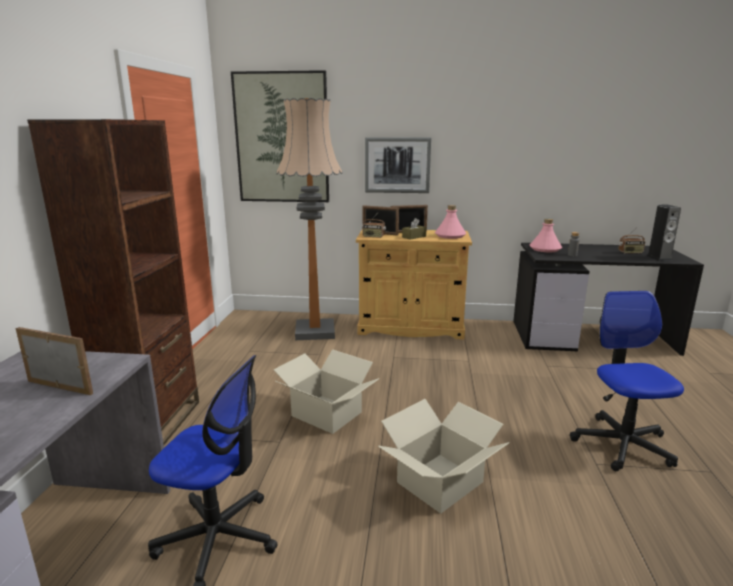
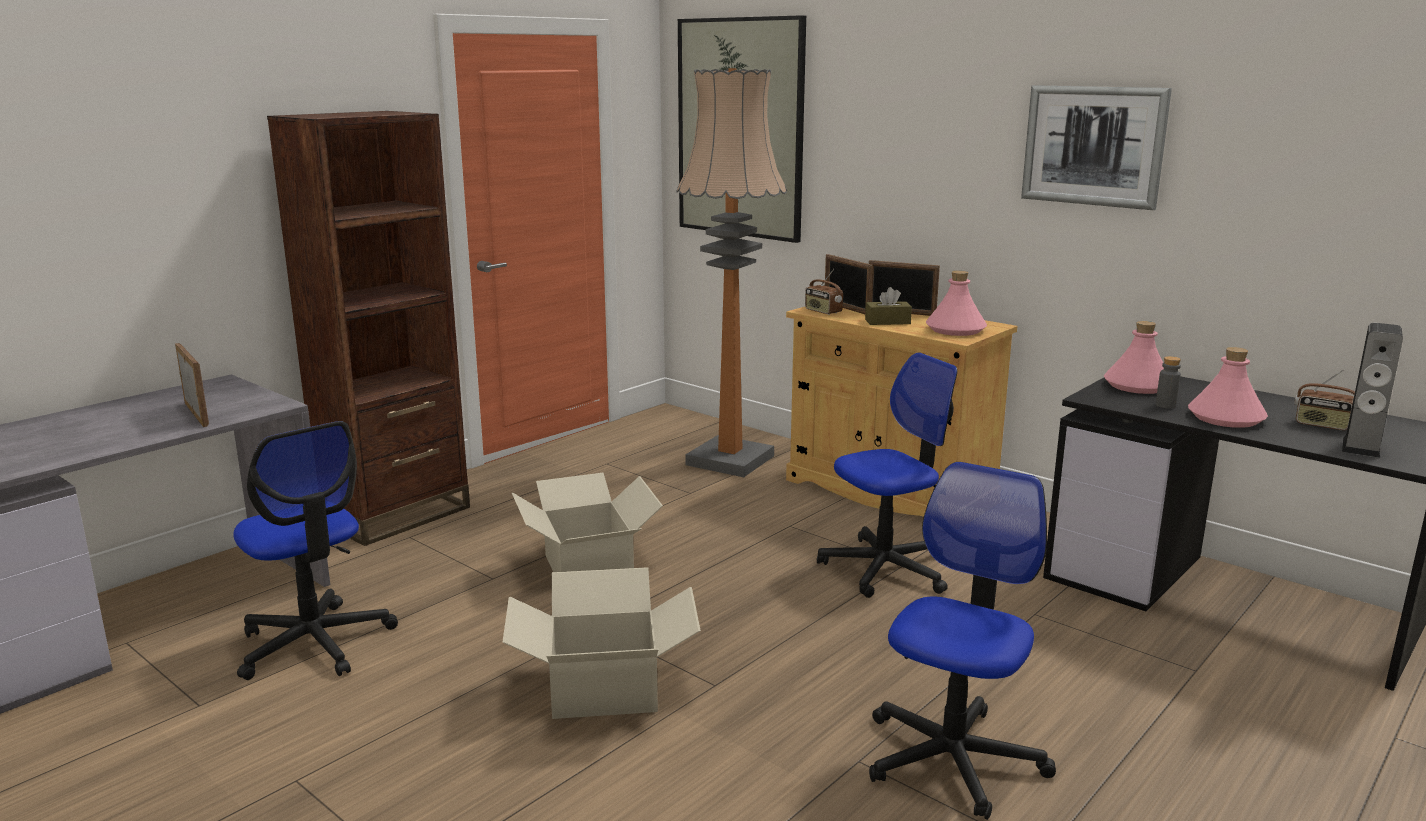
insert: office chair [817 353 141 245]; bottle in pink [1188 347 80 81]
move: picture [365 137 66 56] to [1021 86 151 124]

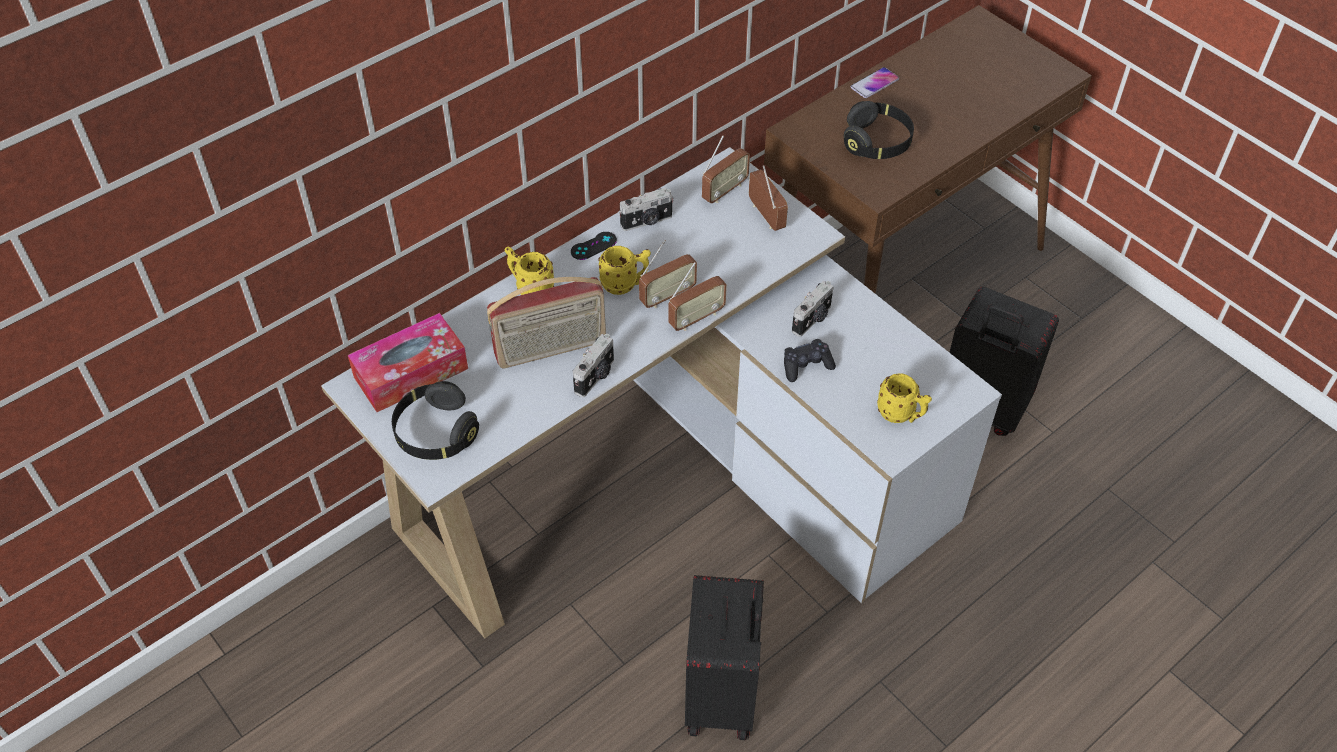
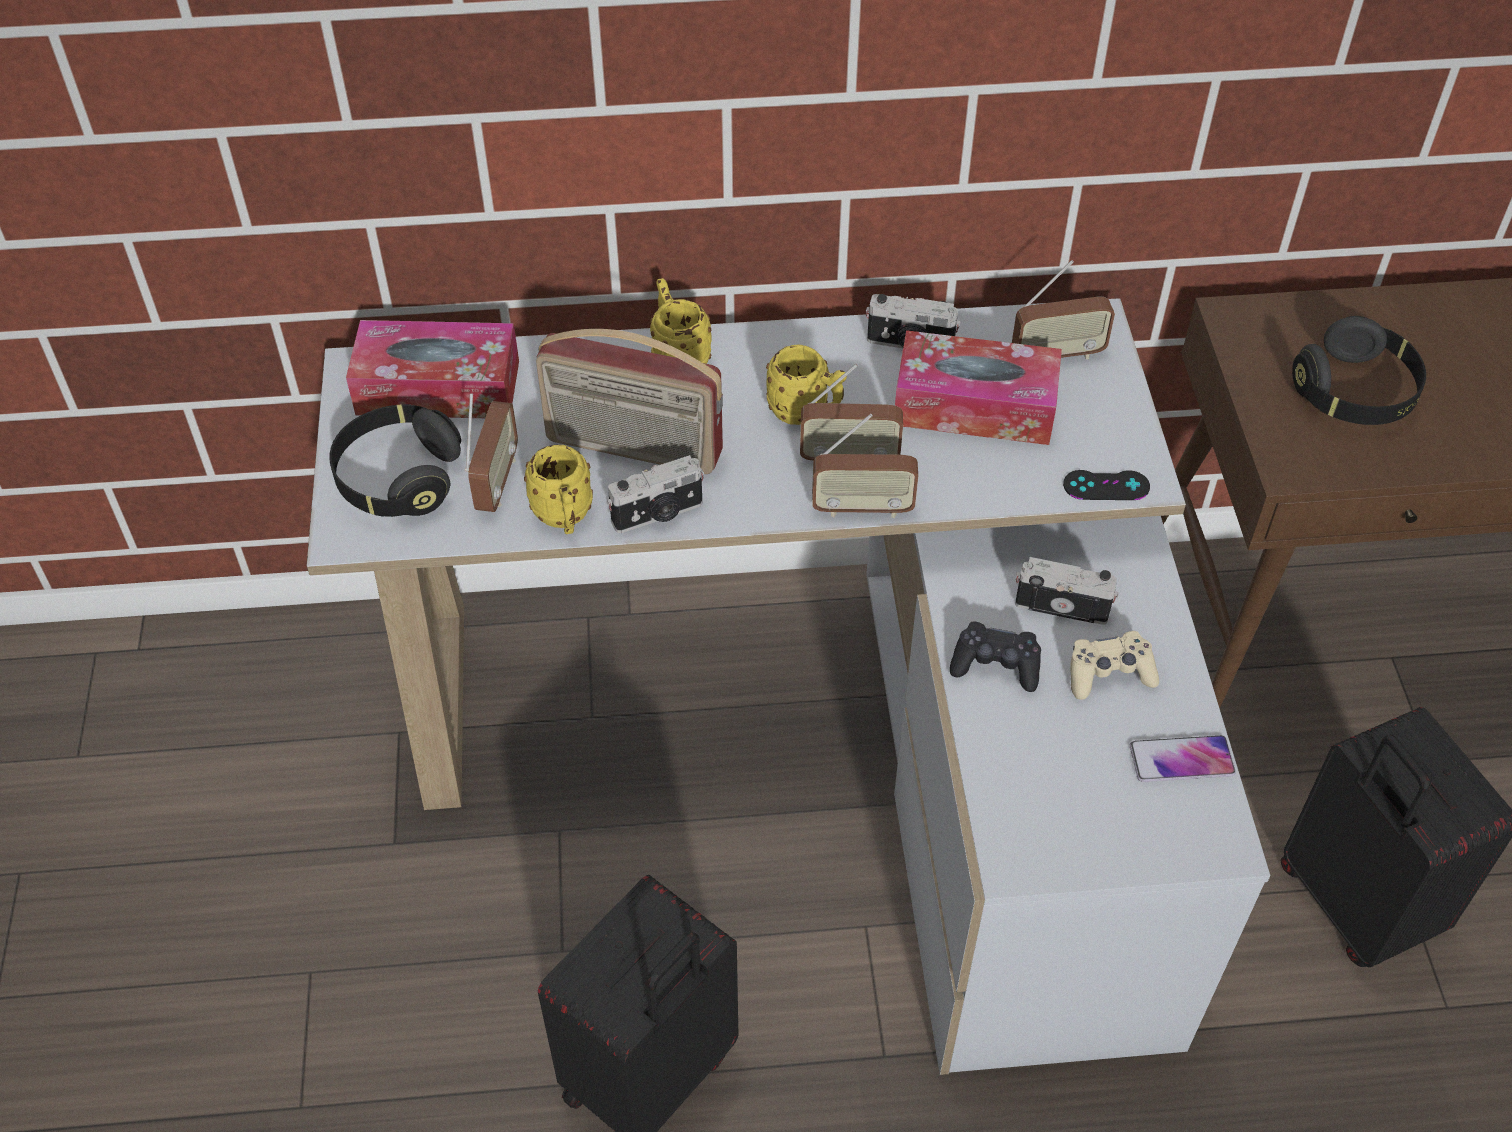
insert: tissue box [895 330 167 115]; game controller in beige [1070 631 89 69]
move: game controller in black [571 232 46 28] to [1063 470 87 30]; radio [749 165 39 66] to [465 393 53 119]; phone [851 67 48 31] to [1130 735 106 47]; mug in yellow [877 373 55 50] to [524 445 69 89]
rotate: photo camera [792 281 42 56] = [1015 557 104 68] 150 degrees counterclockwise

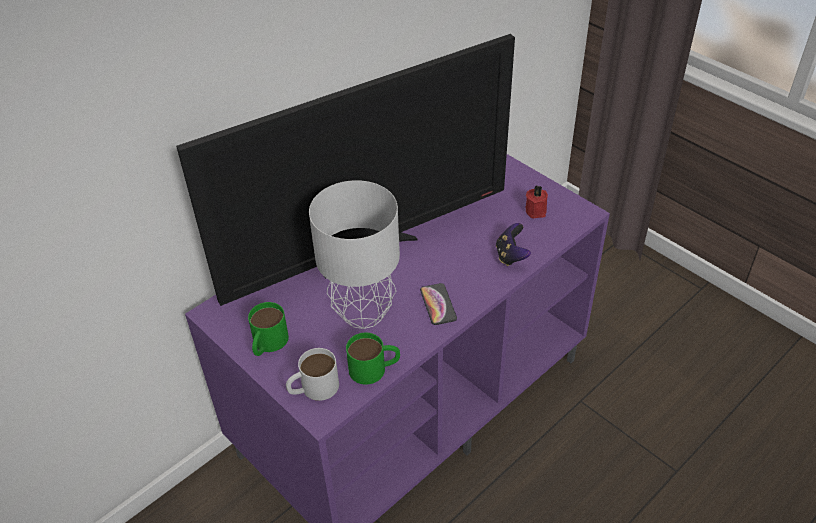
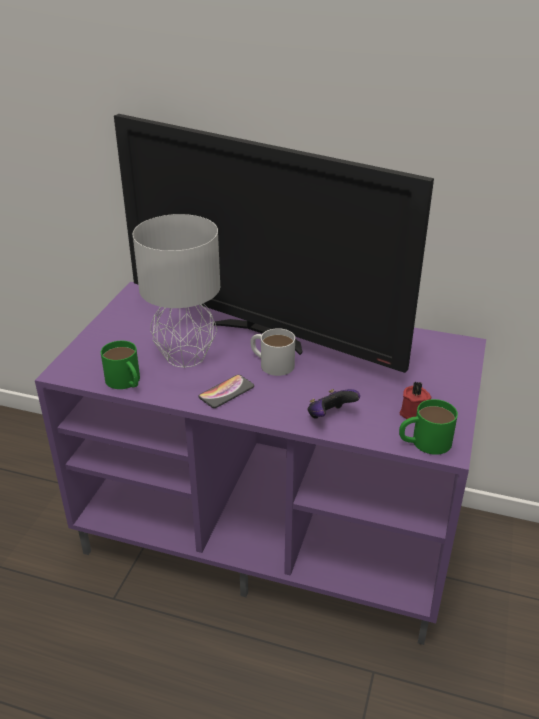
move: mug in green [248 302 41 54] to [399 399 59 56]; mug in white [286 348 53 53] to [251 328 44 48]

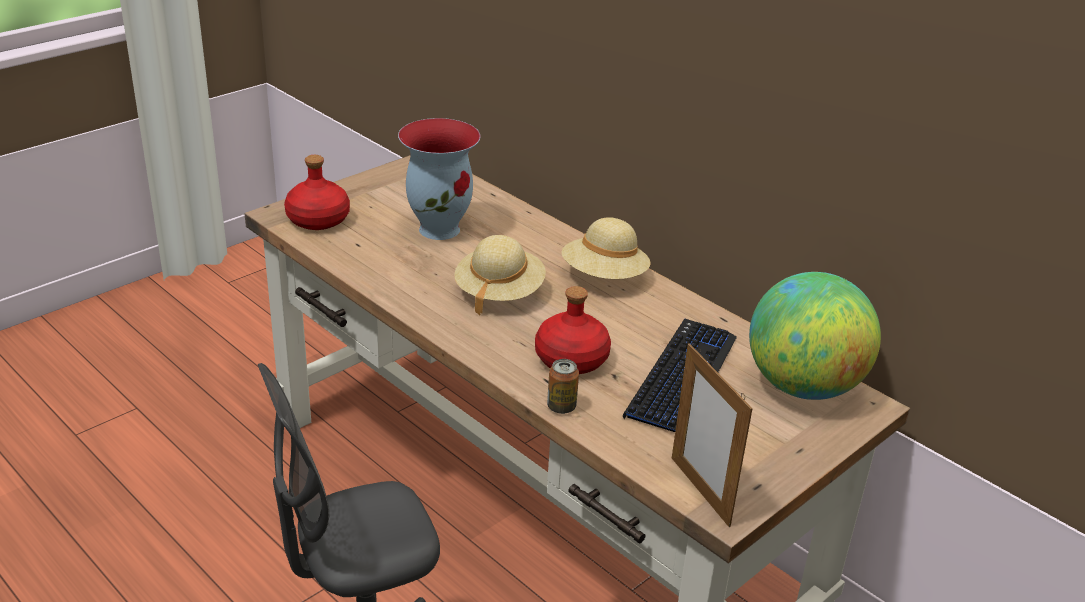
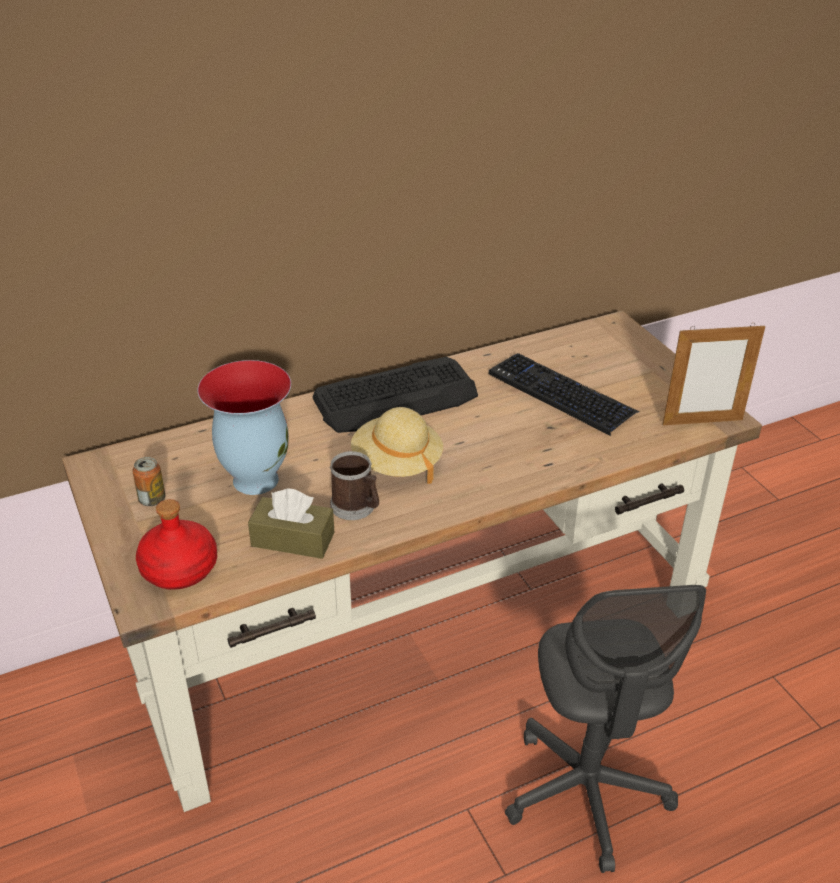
delete: bottle in red [535 286 76 88]; globe [749 272 132 128]
insert: tissue box in brown [248 488 86 71]; mug [330 451 49 69]
move: can [547 359 32 55] to [132 457 33 49]
replace: hat in beige [562 217 89 62] to keyboard [313 357 165 76]

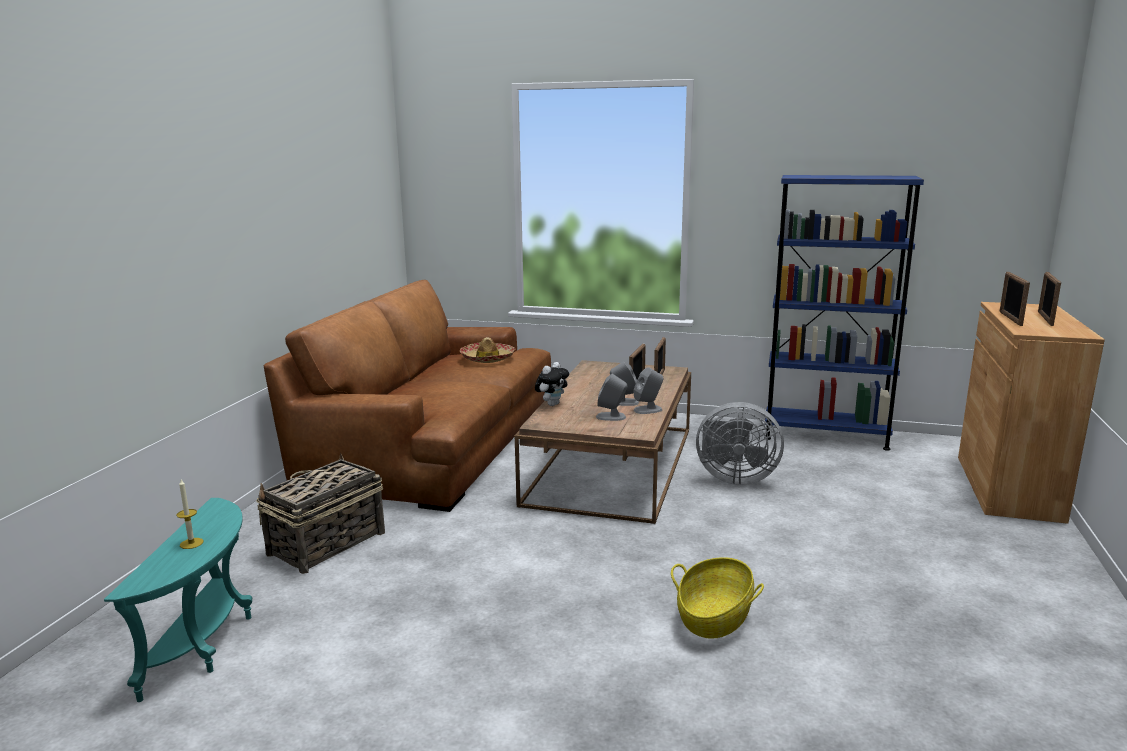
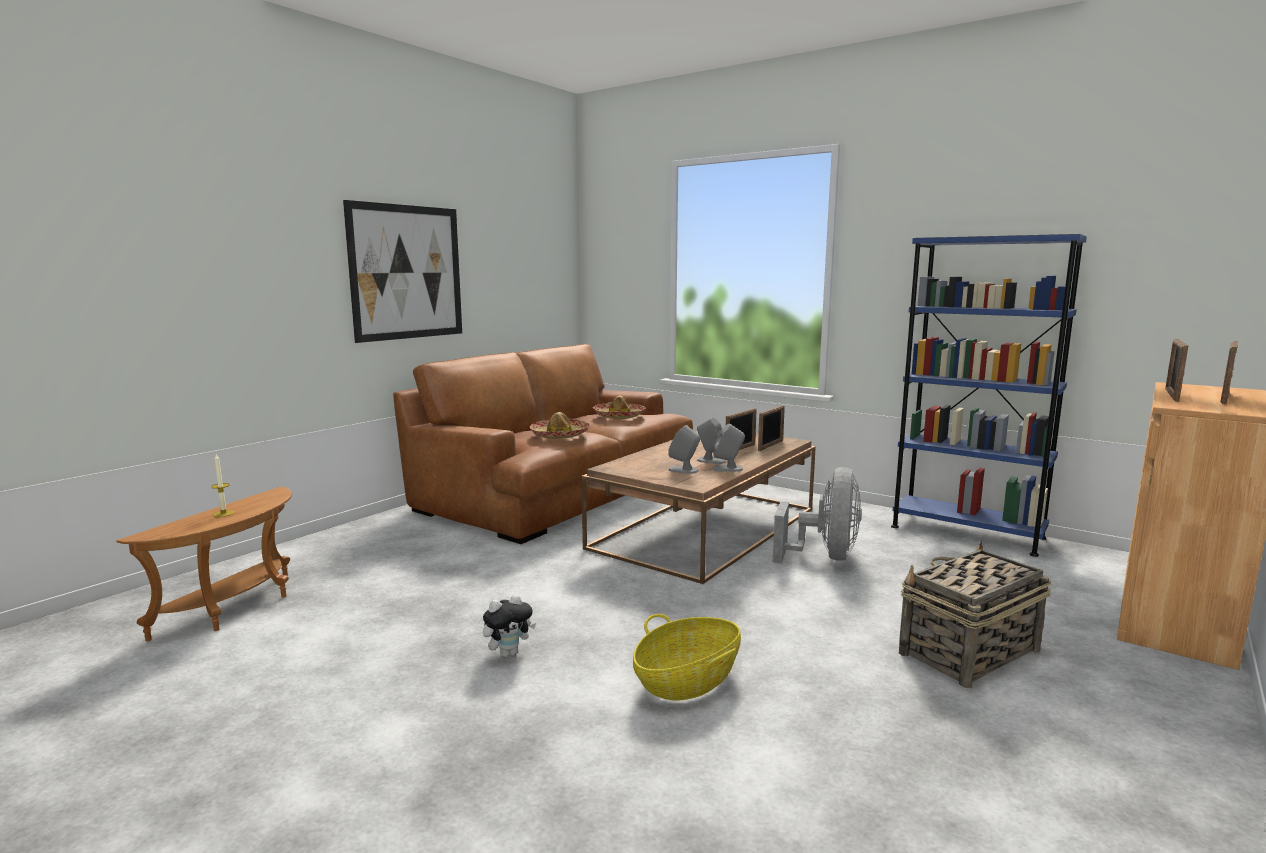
insert: picture [343 200 119 143]; hat [530 412 60 27]
move: basket [256 453 129 121] to [899 541 153 147]; plush toy [535 362 34 44] to [483 594 53 63]
recolor: side table in turquoise [104 498 148 204] to side table in brown [116 486 176 156]
rotate: fan in grey [696 402 88 83] = [773 467 89 96] 105 degrees counterclockwise

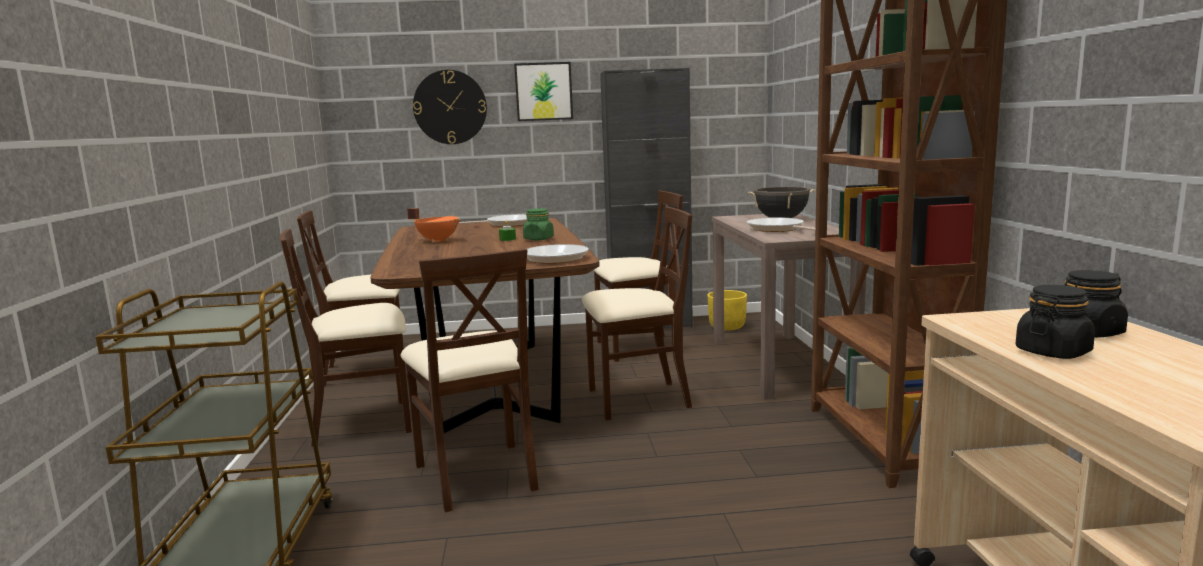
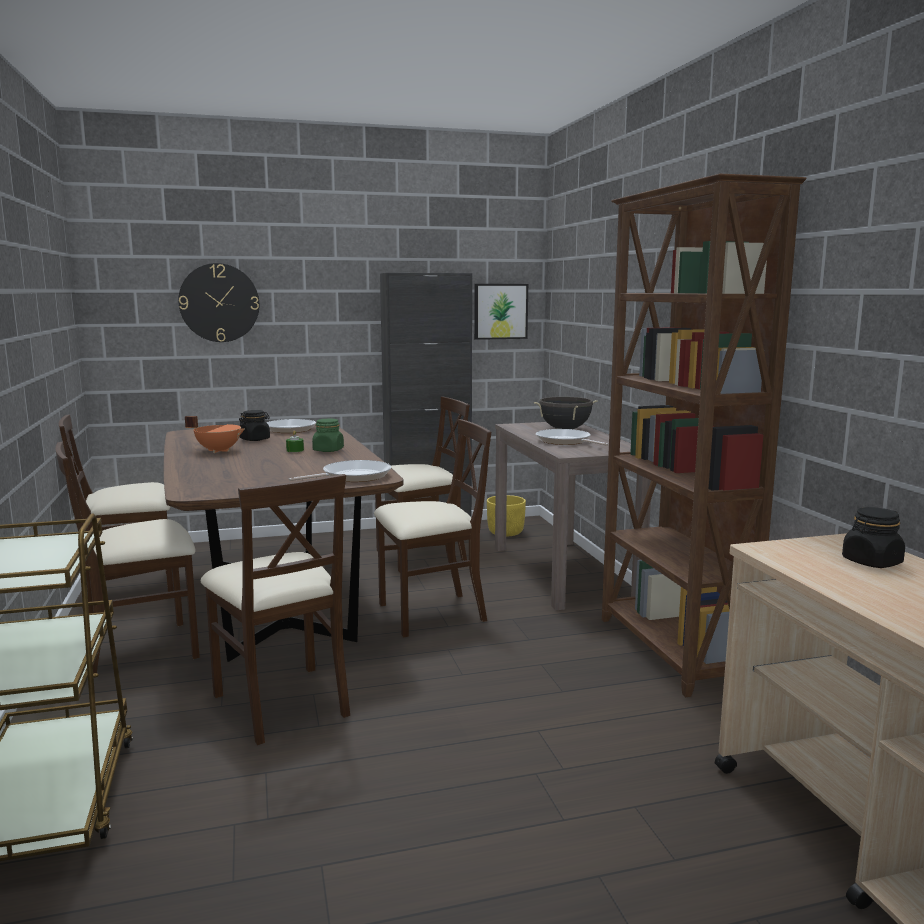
move: picture [514 62 59 59] to [474 284 54 56]; jar in black [1015 285 80 74] to [239 410 31 31]

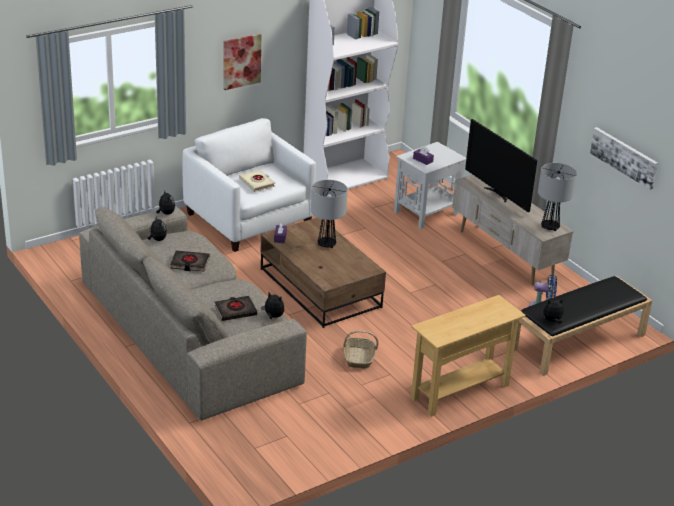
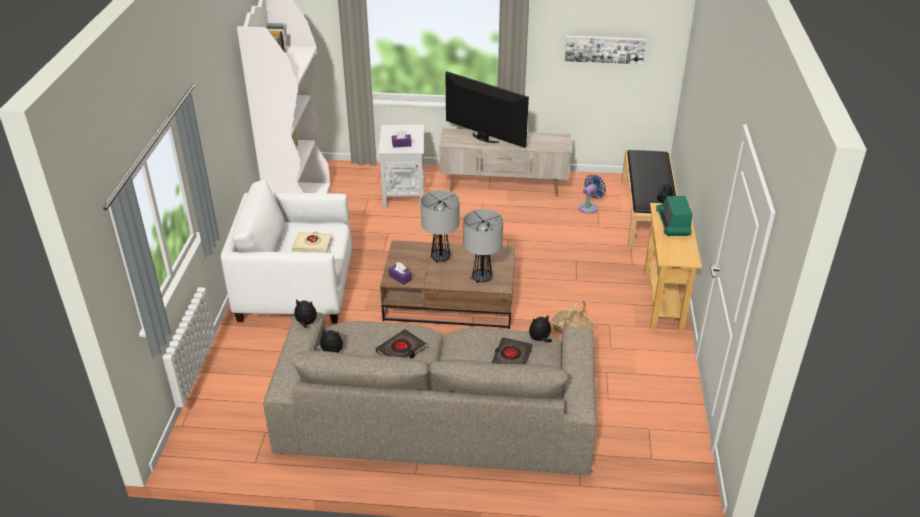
delete: picture [223 34 38 56]
insert: radio [656 196 36 40]
move: table lamp [538 163 39 68] to [463 209 40 74]
rotate: television [465 119 72 93] = [445 71 84 77] 150 degrees counterclockwise

